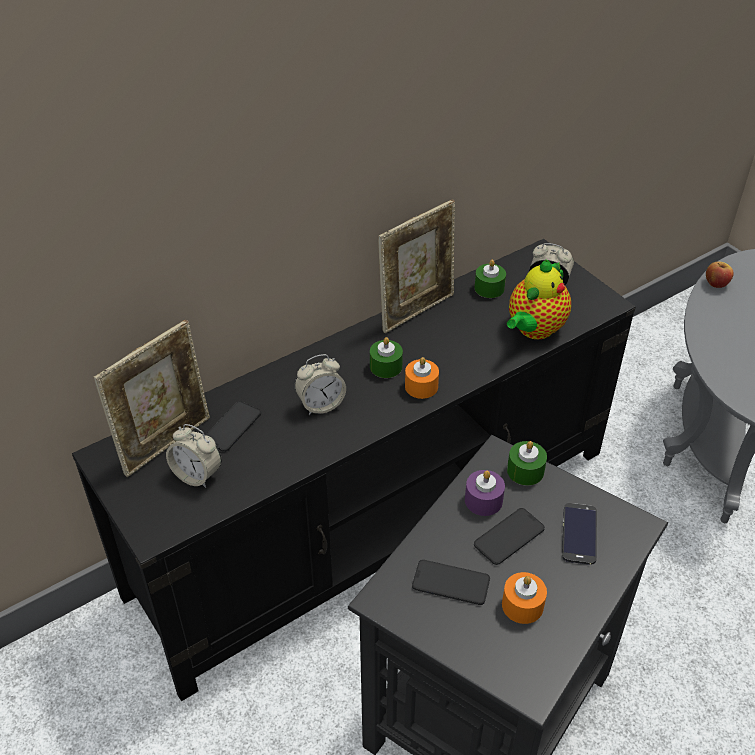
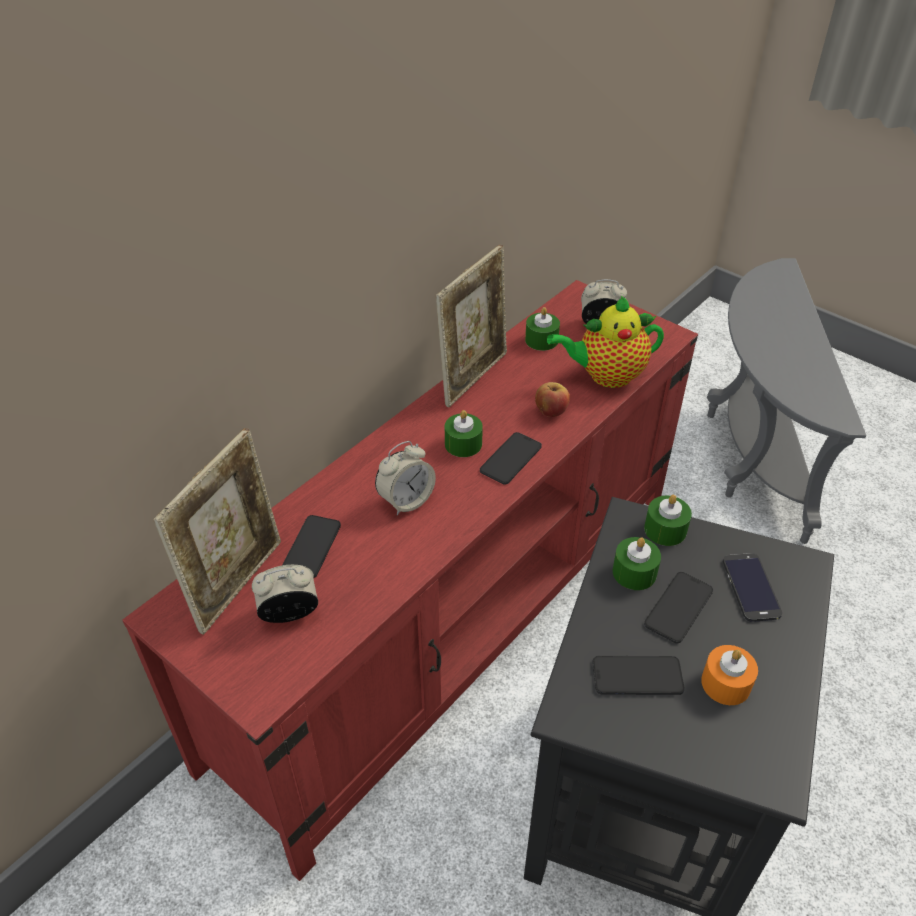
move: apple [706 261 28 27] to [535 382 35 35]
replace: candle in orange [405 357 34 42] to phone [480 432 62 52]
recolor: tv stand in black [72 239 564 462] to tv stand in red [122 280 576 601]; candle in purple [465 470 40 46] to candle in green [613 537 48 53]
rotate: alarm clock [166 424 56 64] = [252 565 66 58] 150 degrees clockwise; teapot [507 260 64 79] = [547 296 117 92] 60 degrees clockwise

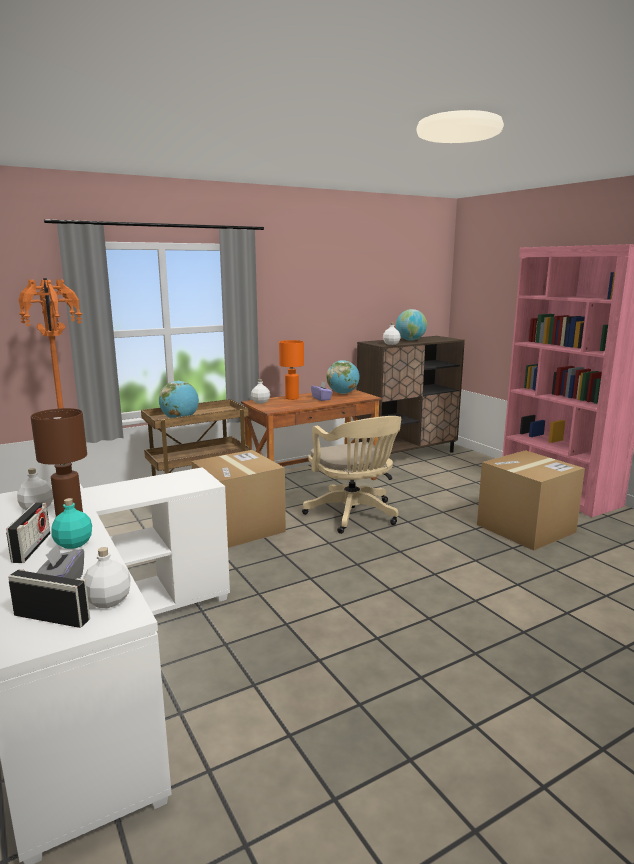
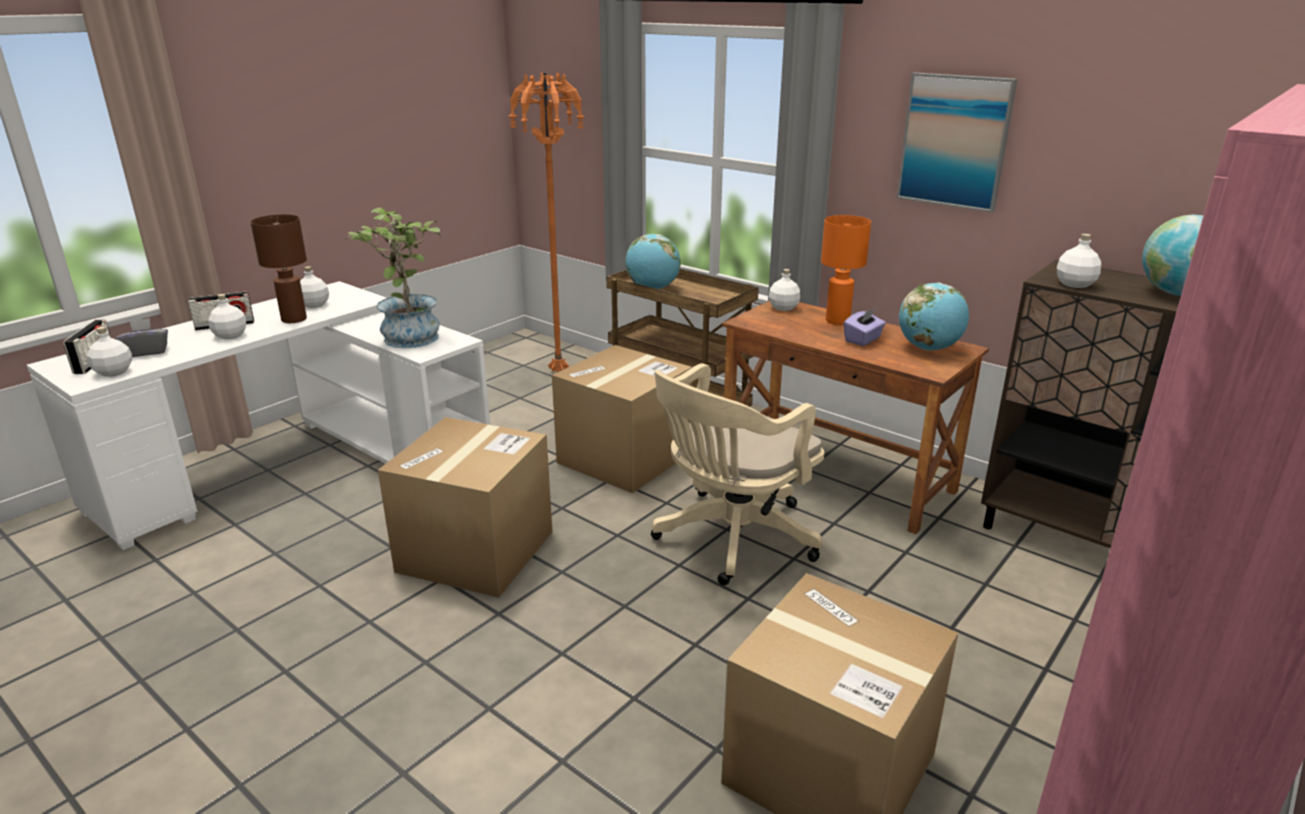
insert: potted plant [345 208 95 140]; cardboard box [378 417 175 181]; picture [897 73 120 139]
recolor: bottle in turquoise [51 498 41 51] to bottle in white [208 294 38 45]

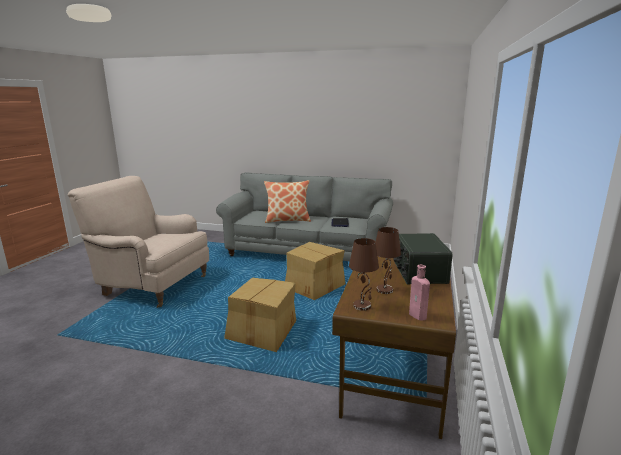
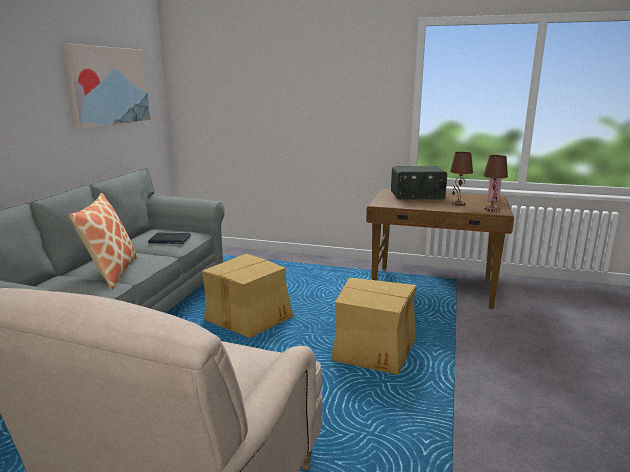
insert: picture [63 43 87 86]

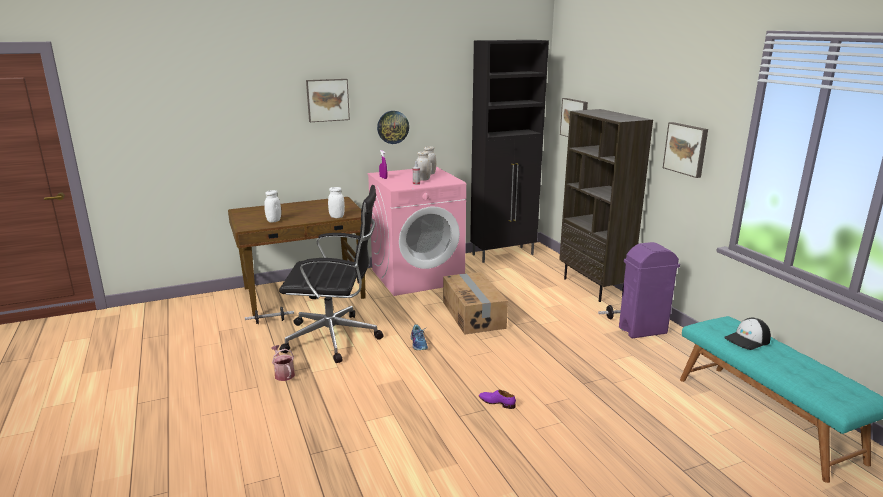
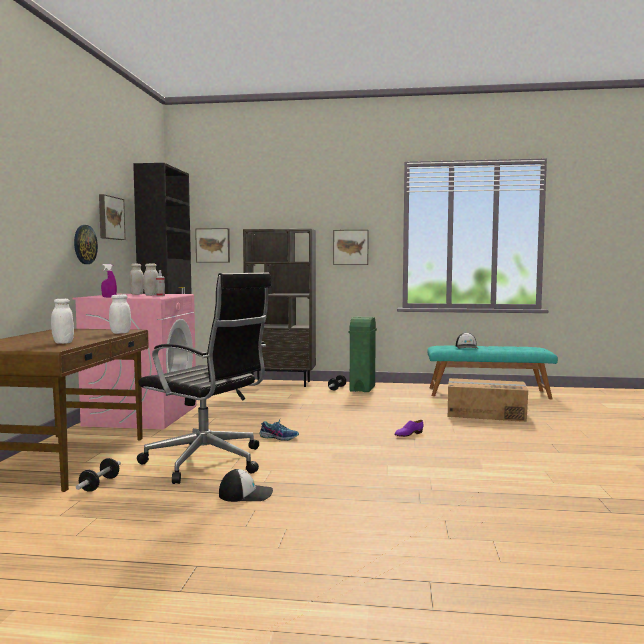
move: picture [306 79 44 43] to [99 194 26 46]; cardboard box [443 272 65 63] to [448 378 80 44]
replace: watering can [271 345 24 36] to cap [219 469 54 33]
recolor: trash can in purple [619 242 61 96] to trash can in green [348 316 29 76]
rotate: office chair in black [279 185 105 178] = [137 273 135 211] 90 degrees clockwise

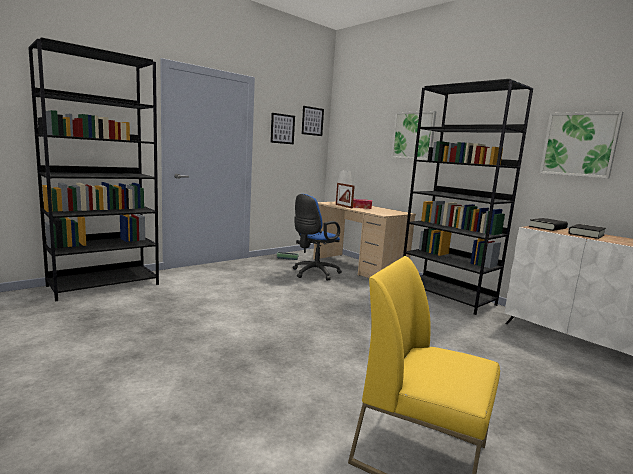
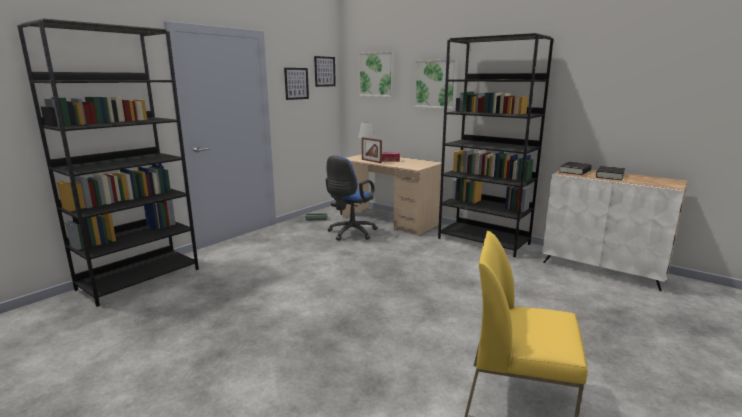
move: picture [540 111 83 67] to [358 52 36 45]

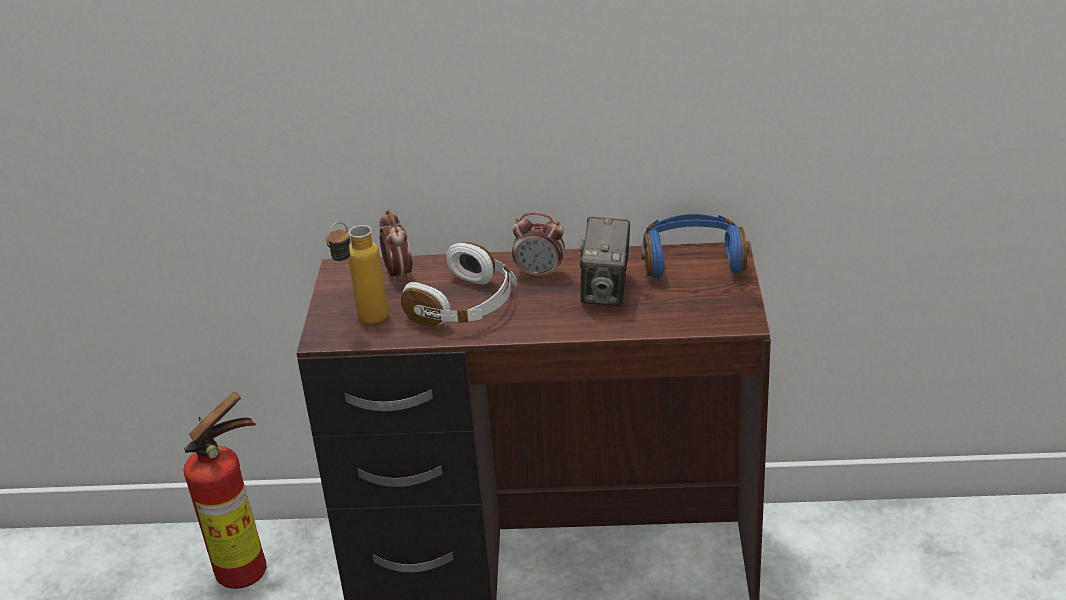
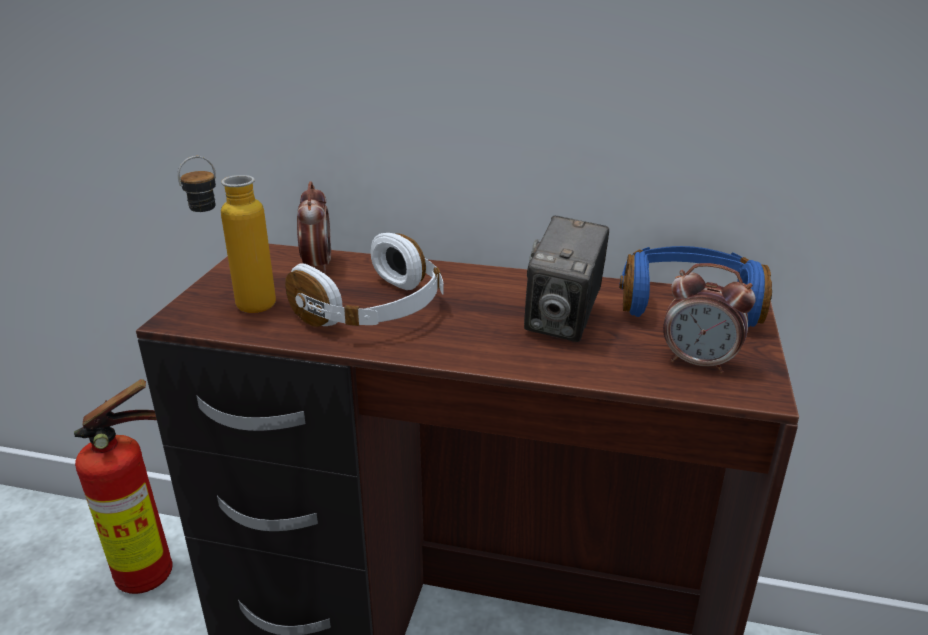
move: alarm clock [512 213 53 66] to [663 263 93 111]

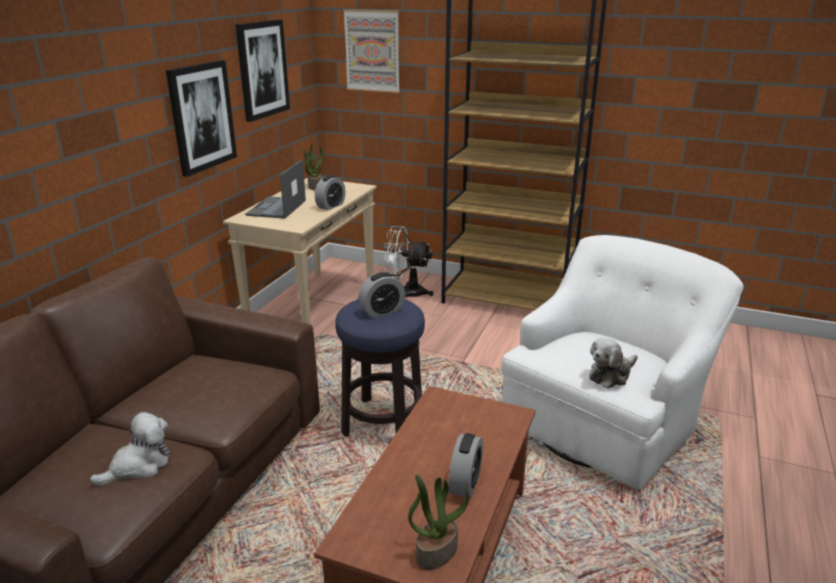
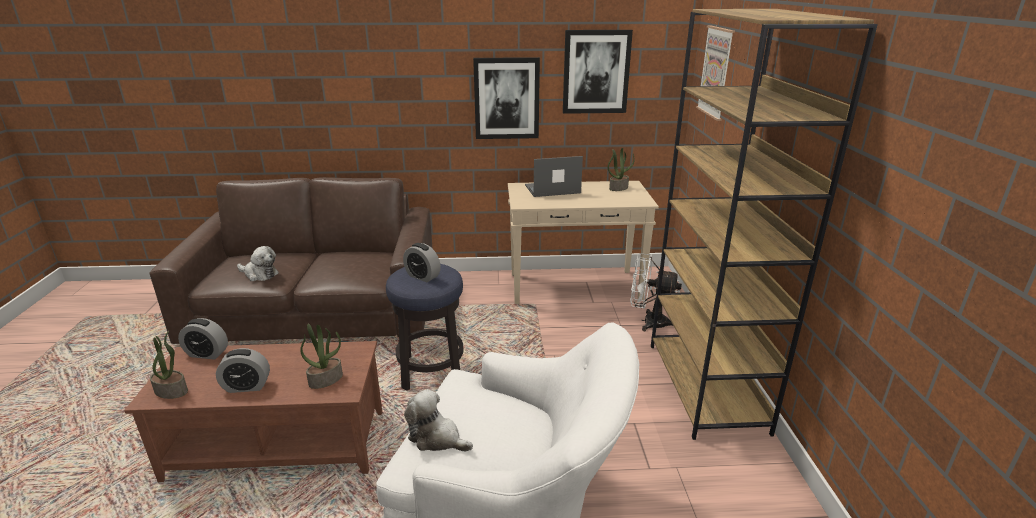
insert: potted plant [300 324 43 65]
move: alarm clock [315 175 31 35] to [178 318 50 42]
rotate: fan in white [383 226 50 71] = [630 253 52 78] 60 degrees counterclockwise

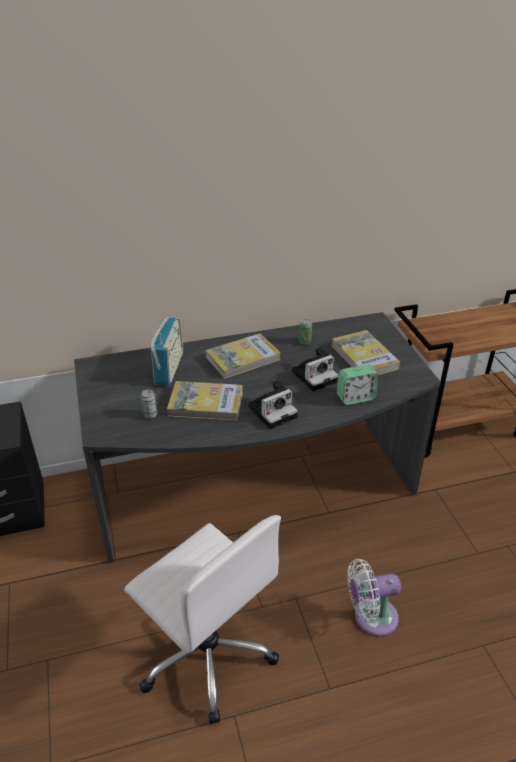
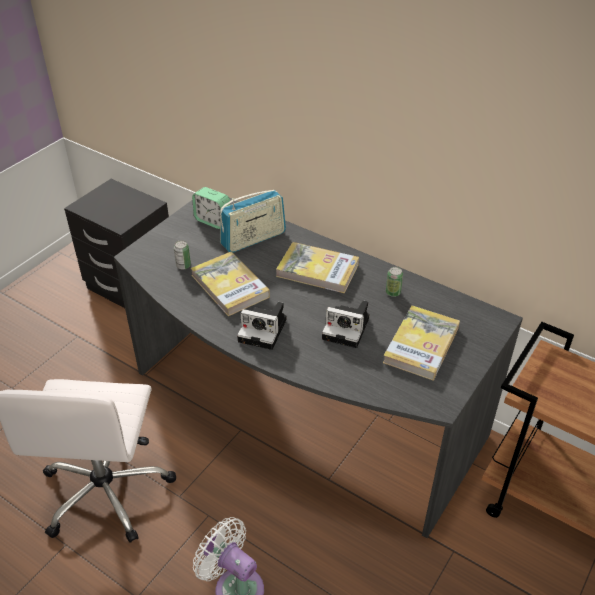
move: alarm clock [337 364 42 41] to [192 187 38 42]

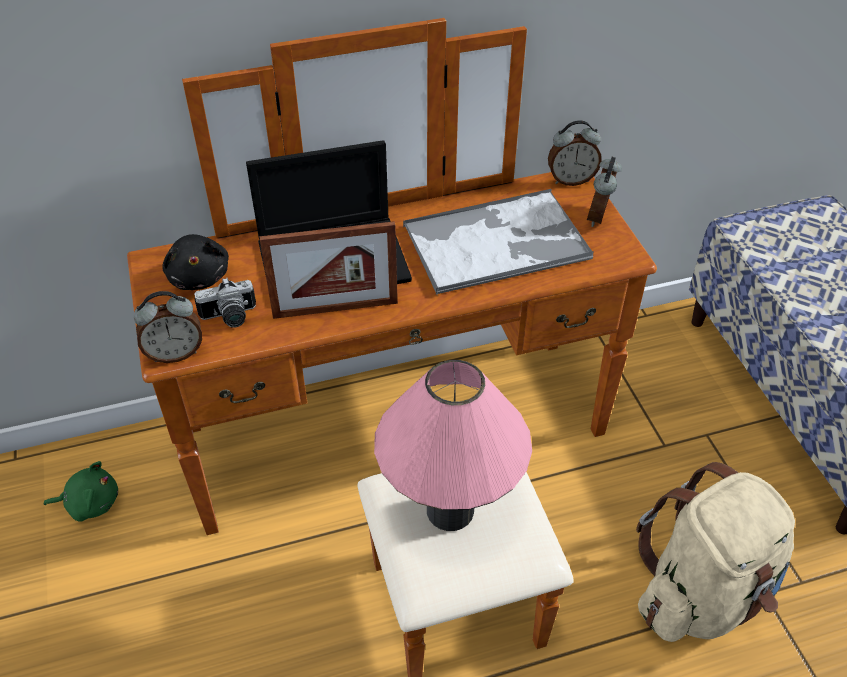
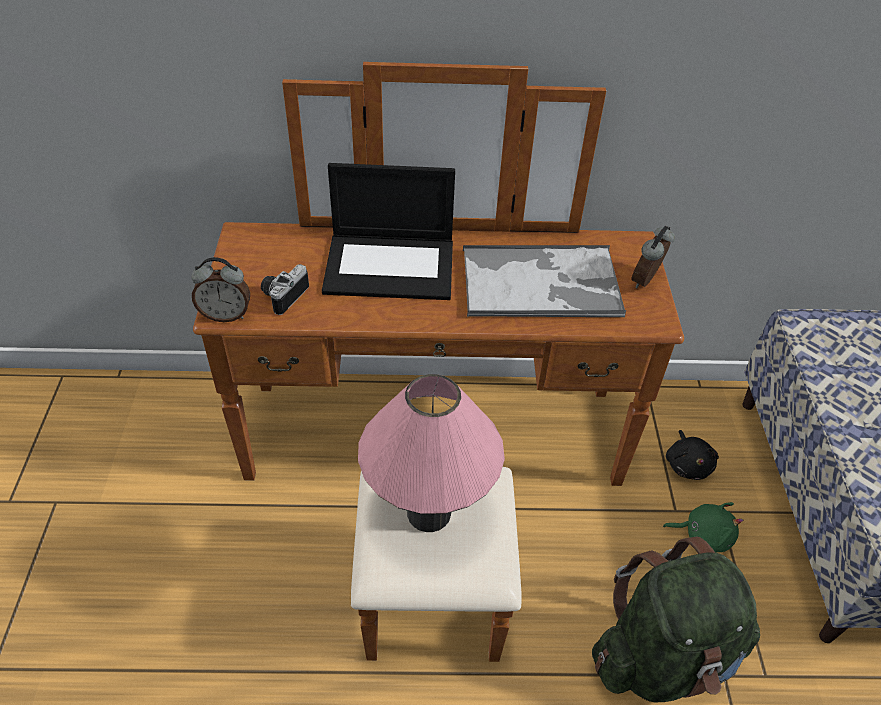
delete: picture frame [259 221 139 98]; alarm clock [548 120 54 66]
move: plush toy in green [43 461 75 61] to [663 502 80 50]; plush toy in black [162 234 67 56] to [666 430 53 50]
recolor: backpack in beige [636 462 159 180] to backpack in green [592 536 168 166]
rotate: photo camera [194 277 62 51] = [261 264 48 51] 120 degrees clockwise

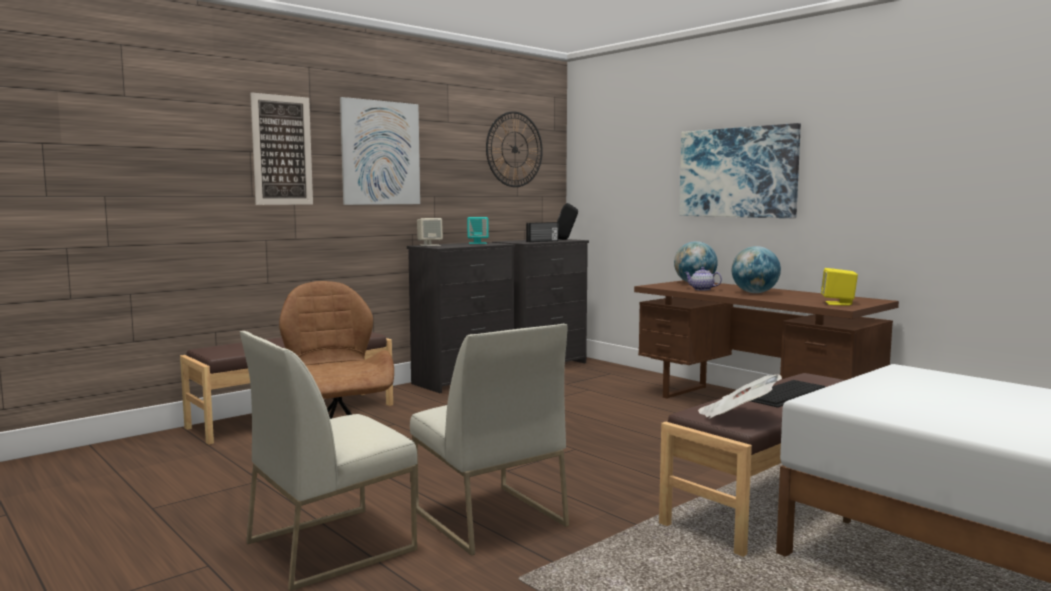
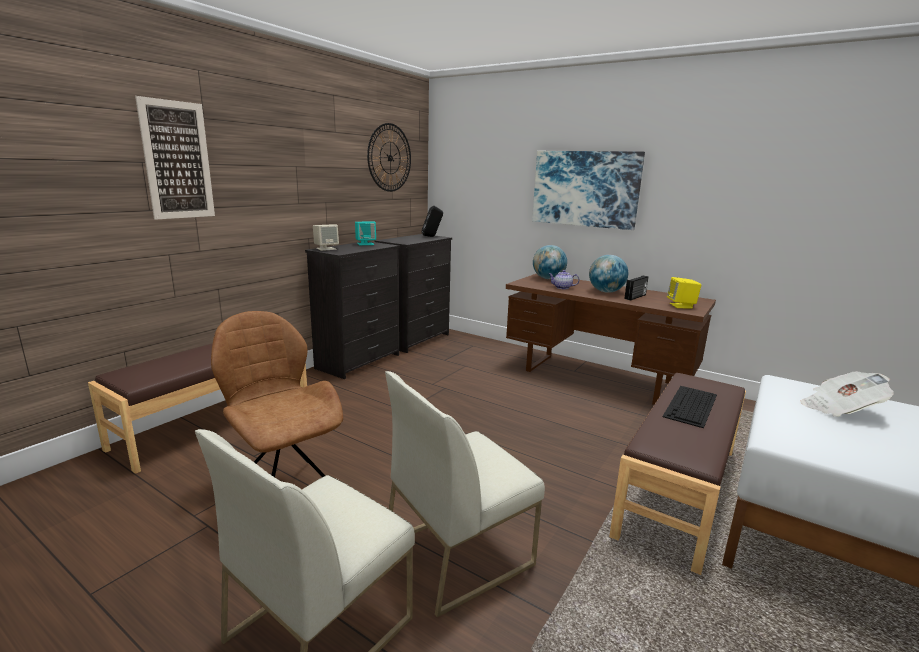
delete: picture [340 97 80 108]
move: radio [526 222 32 20] to [625 276 24 24]; newspaper [698 375 84 43] to [800 371 94 46]
rotate: chair in white [410 324 159 232] = [385 371 160 246] 105 degrees clockwise

